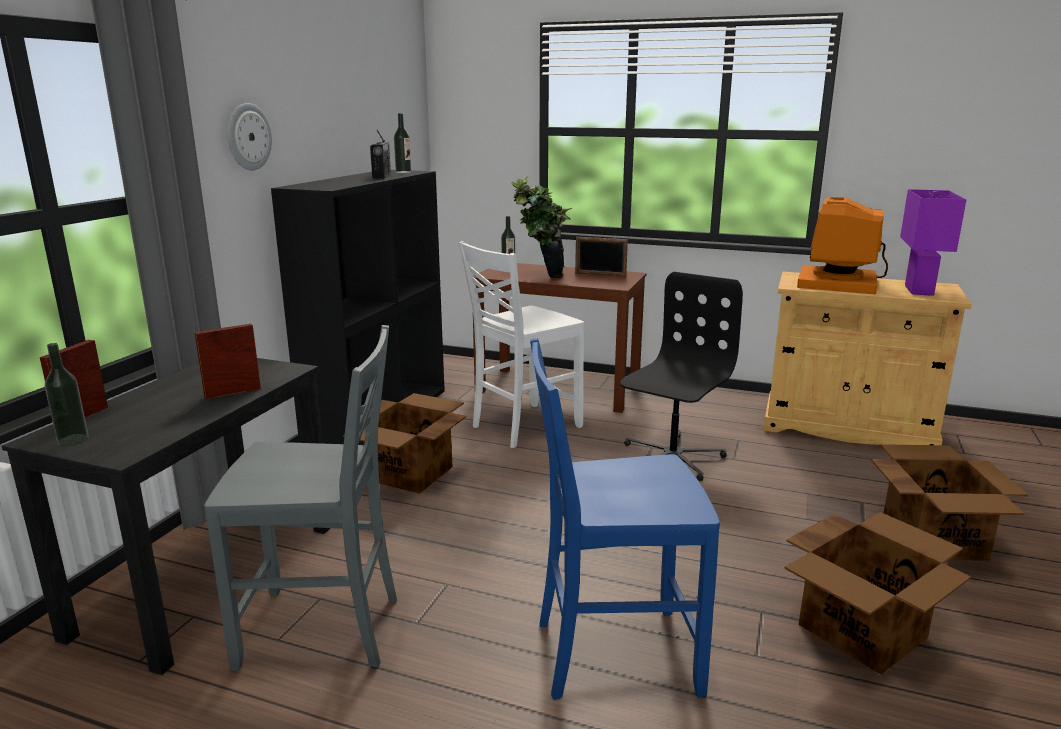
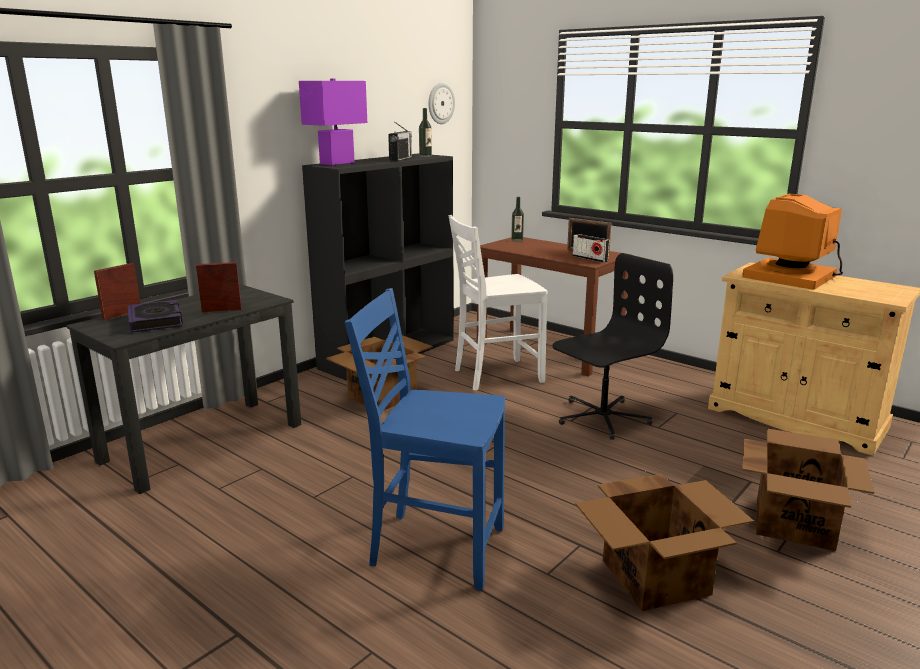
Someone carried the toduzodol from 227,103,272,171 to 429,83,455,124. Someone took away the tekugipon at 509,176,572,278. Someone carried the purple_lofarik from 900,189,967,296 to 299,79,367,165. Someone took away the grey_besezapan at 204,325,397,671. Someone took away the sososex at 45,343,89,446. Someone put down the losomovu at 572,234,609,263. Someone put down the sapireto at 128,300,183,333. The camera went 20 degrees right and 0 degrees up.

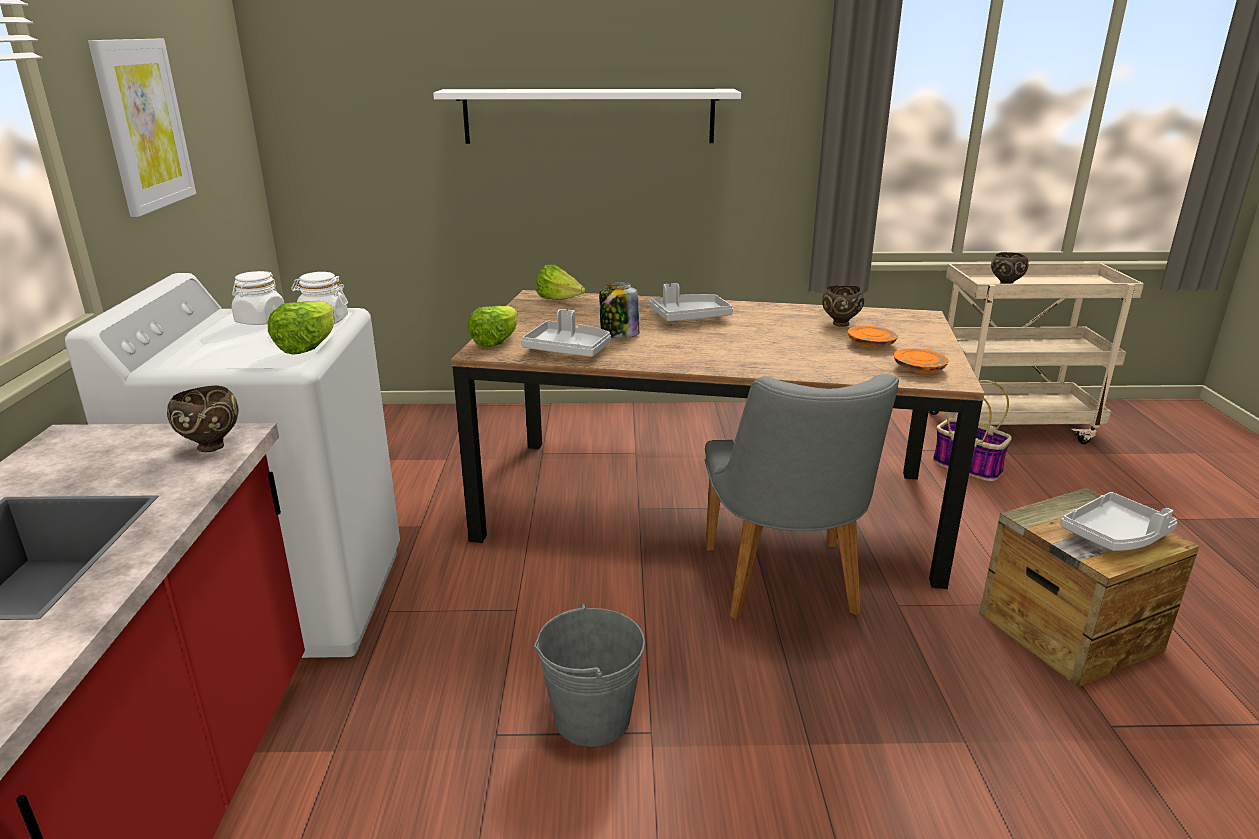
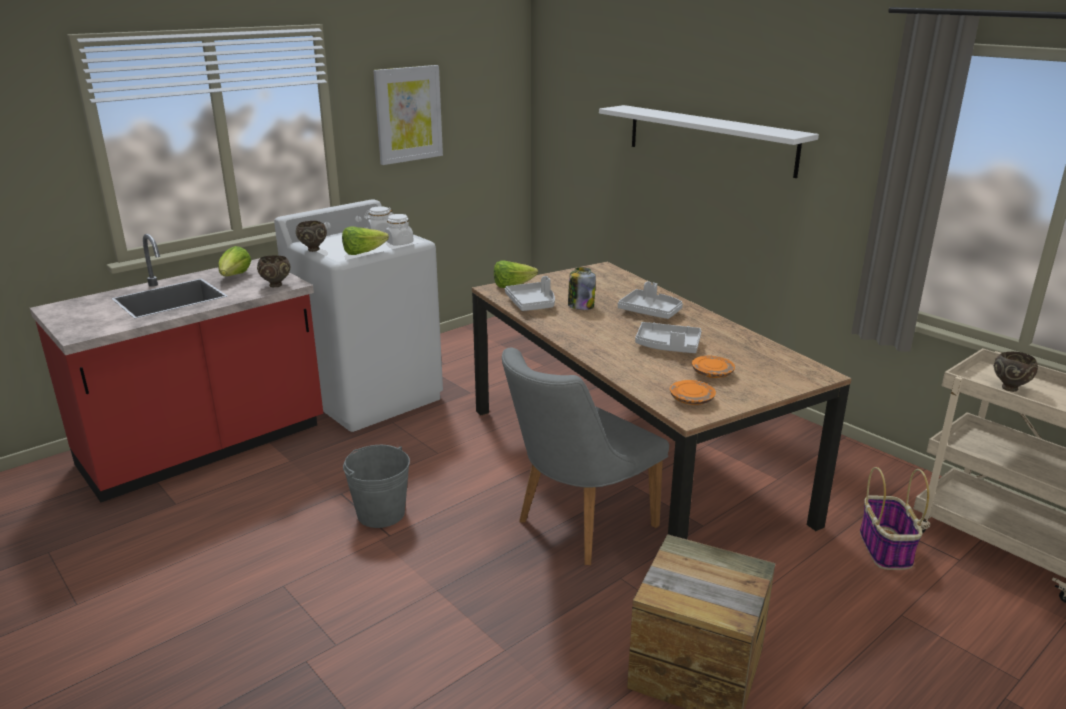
Someone carried the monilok from 536,265,586,300 to 219,246,251,276. Someone carried the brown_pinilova from 822,286,864,327 to 296,221,327,252. Someone carried the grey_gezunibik from 1060,492,1177,551 to 635,322,702,353. The camera went 50 degrees right and 0 degrees up.

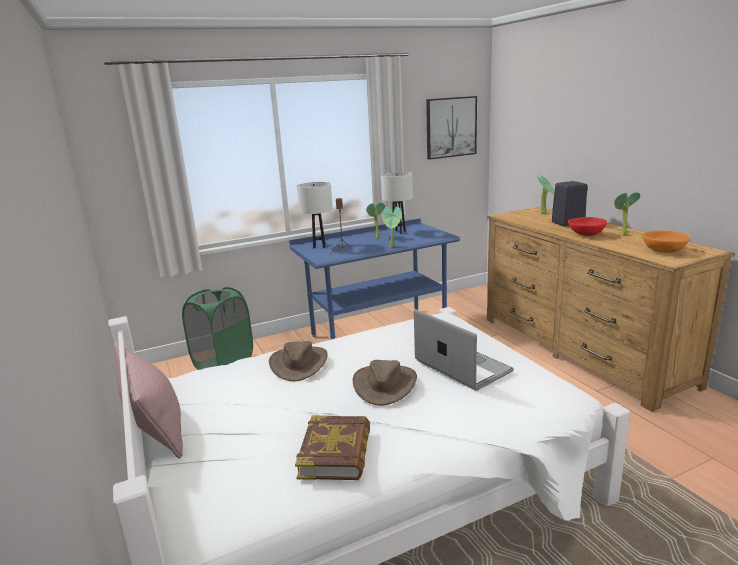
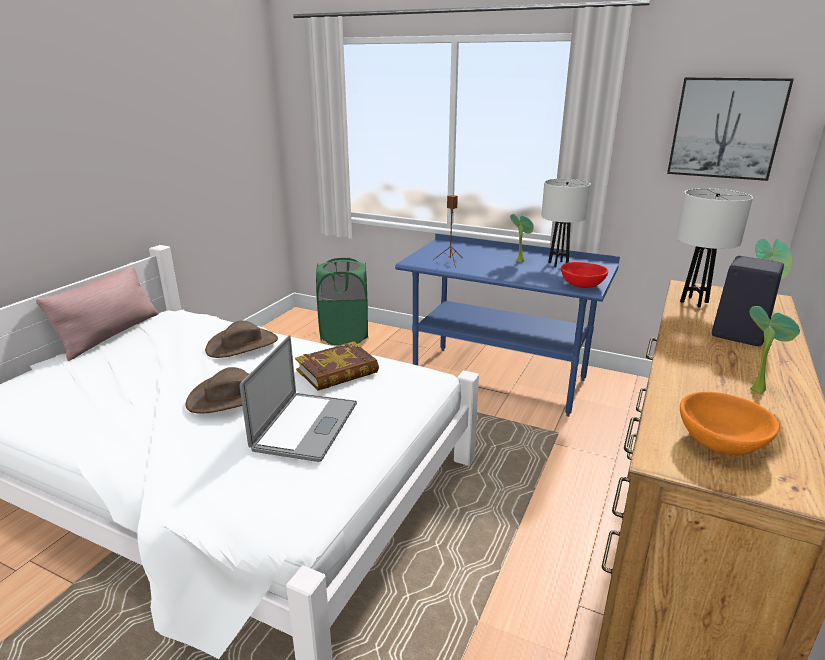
Someone carried the white_lofarik from 297,182,333,248 to 676,188,753,308. Someone took away the tekugipon at 382,207,402,248. Someone carried the red_pinilova from 568,217,607,236 to 561,262,608,288. Someone carried the sapireto from 295,415,370,480 to 295,342,379,391. The camera went 50 degrees right and 5 degrees up.

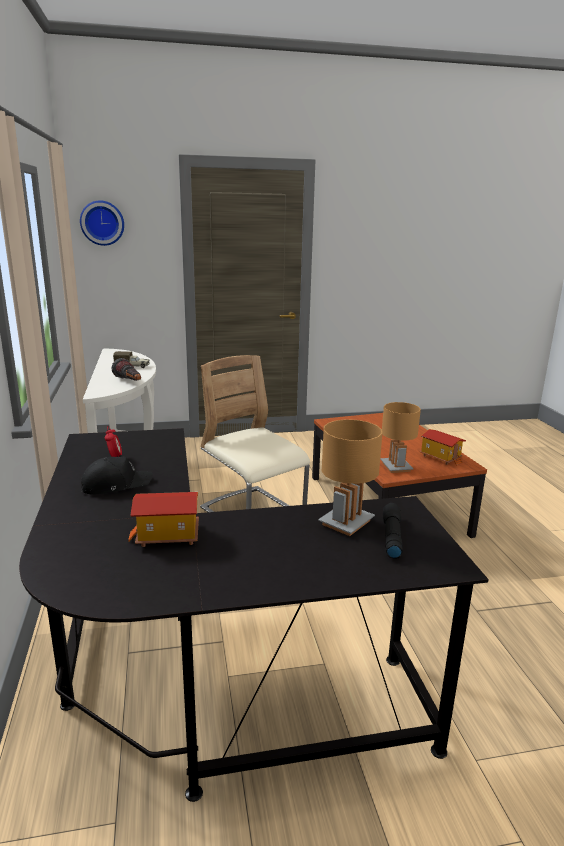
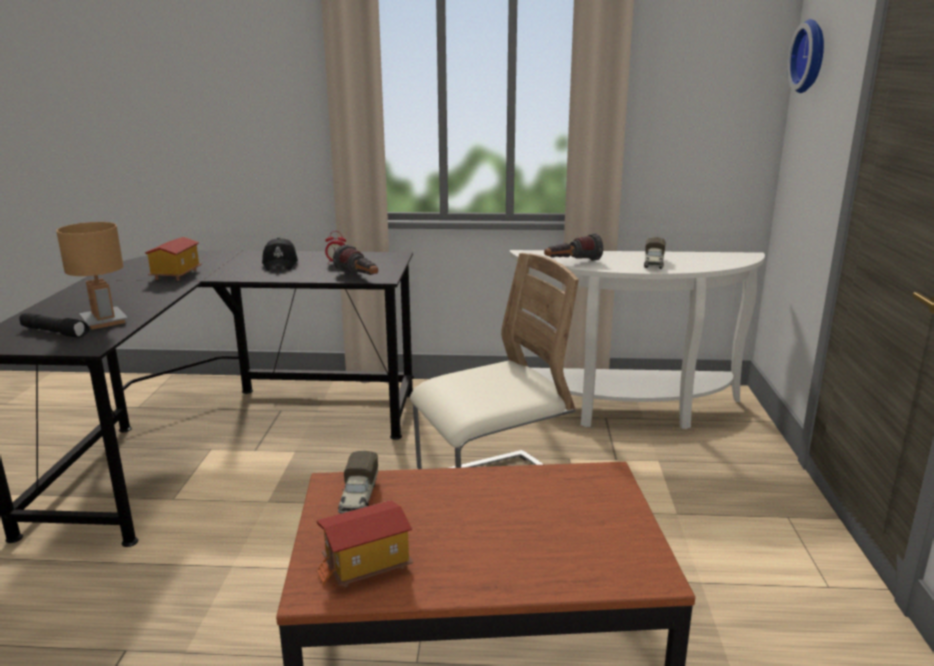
Someone swapped the brown_lofarik at 380,402,421,473 for the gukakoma at 338,451,378,513. Someone put down the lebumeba at 333,245,378,275. The camera went 105 degrees right and 0 degrees up.

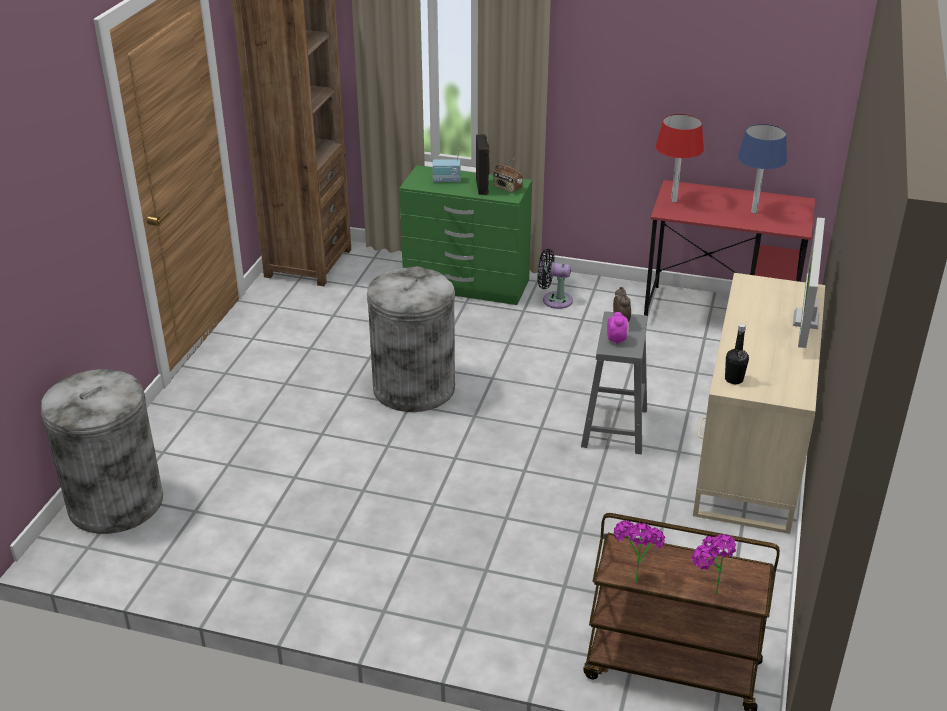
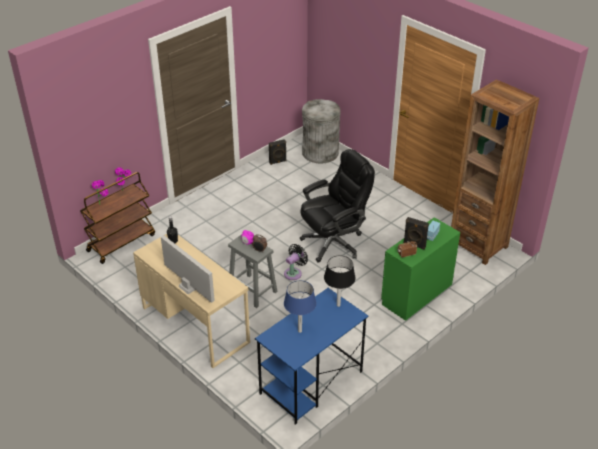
Someone repainted the red_lofarik at 655,114,704,202, which became the black_lofarik at 324,256,356,307. Someone repainted the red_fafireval at 644,180,815,316, which became the blue_fafireval at 255,288,368,425. Someone carried the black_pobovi from 538,249,573,309 to 284,244,308,280. Someone swapped the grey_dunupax at 367,266,455,412 for the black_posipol at 300,149,375,263. Someone put down the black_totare at 269,139,287,165. The camera went 120 degrees right and 5 degrees up.

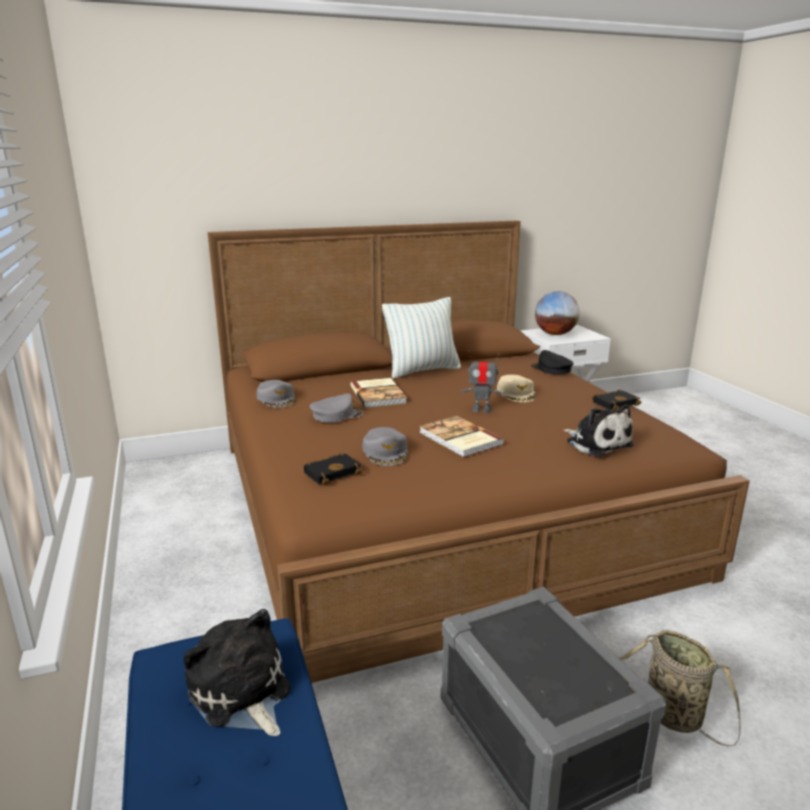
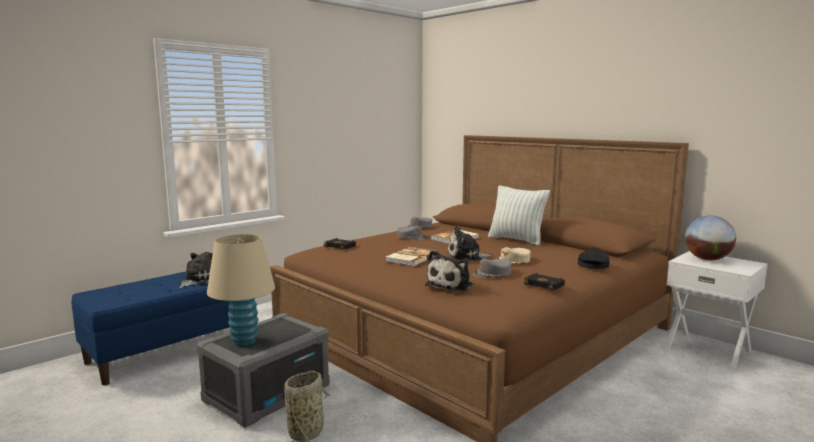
Someone swapped the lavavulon at 460,350,505,413 for the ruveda at 447,226,493,261. Someone carried the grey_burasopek from 362,427,408,466 to 473,259,512,279. Someone put down the beige_lofarik at 207,234,275,346. The camera went 65 degrees right and 10 degrees down.

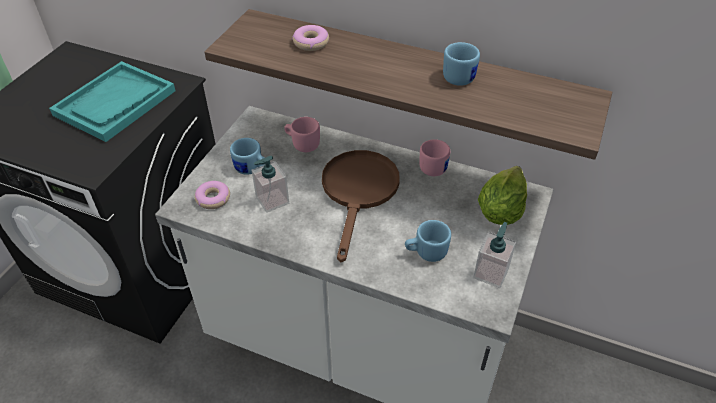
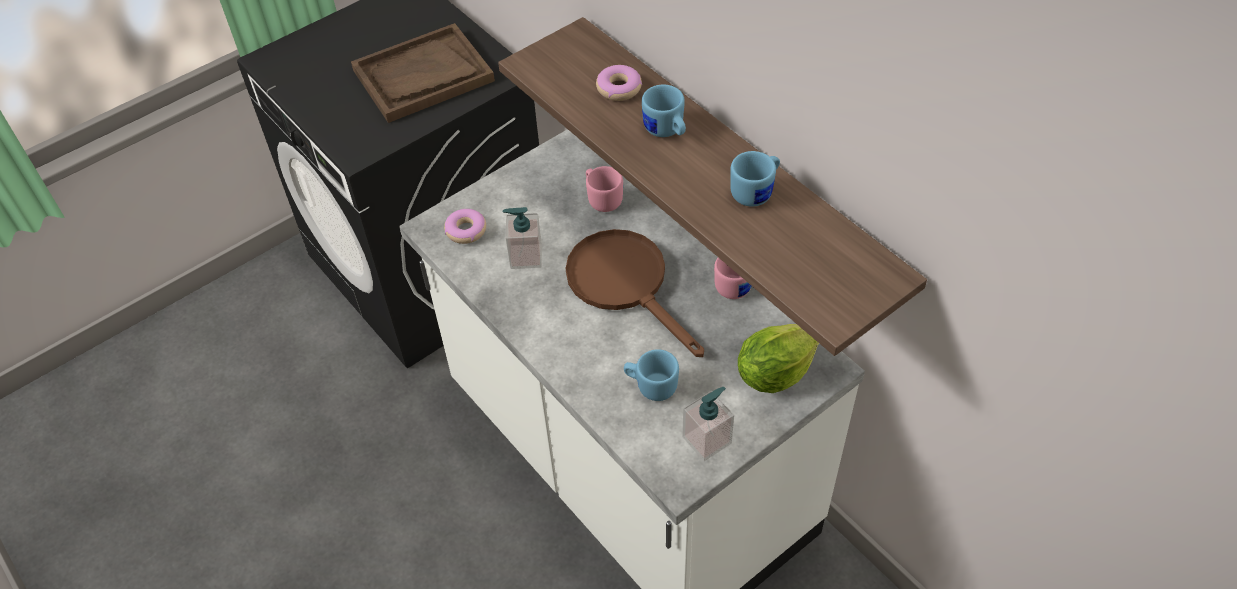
Someone repainted the turquoise_gezunibik at 49,61,175,142, which became the brown_gezunibik at 351,23,495,123. Someone carried the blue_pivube from 230,138,265,175 to 642,84,686,137. Someone rotated the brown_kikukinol at 322,150,400,263 by 75 degrees counterclockwise. The camera went 30 degrees right and 5 degrees up.

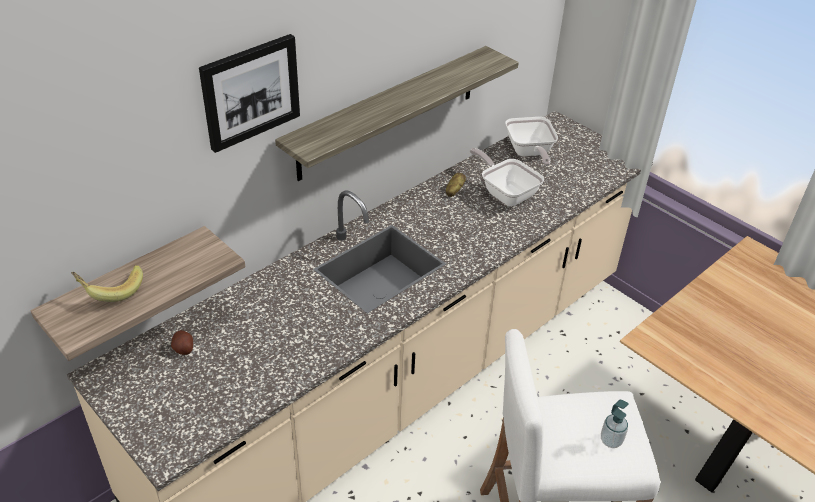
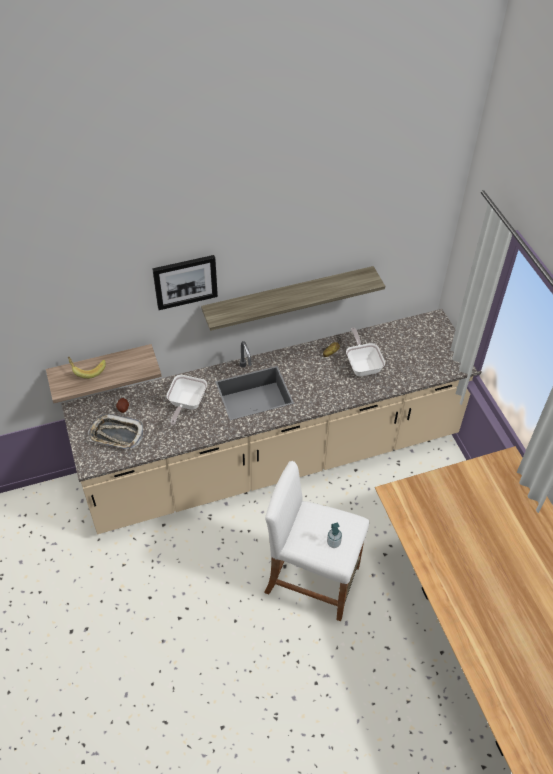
Someone carried the kikukinol from 505,117,558,166 to 166,375,207,425. Someone put down the gezunibik at 88,414,143,449. The camera went 25 degrees right and 10 degrees up.

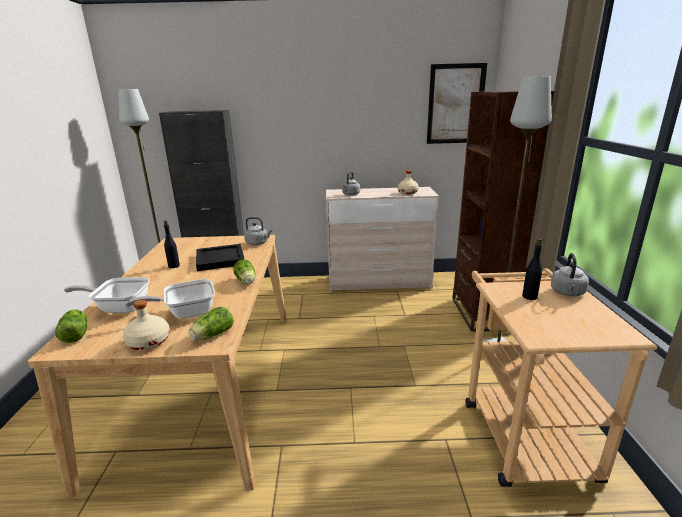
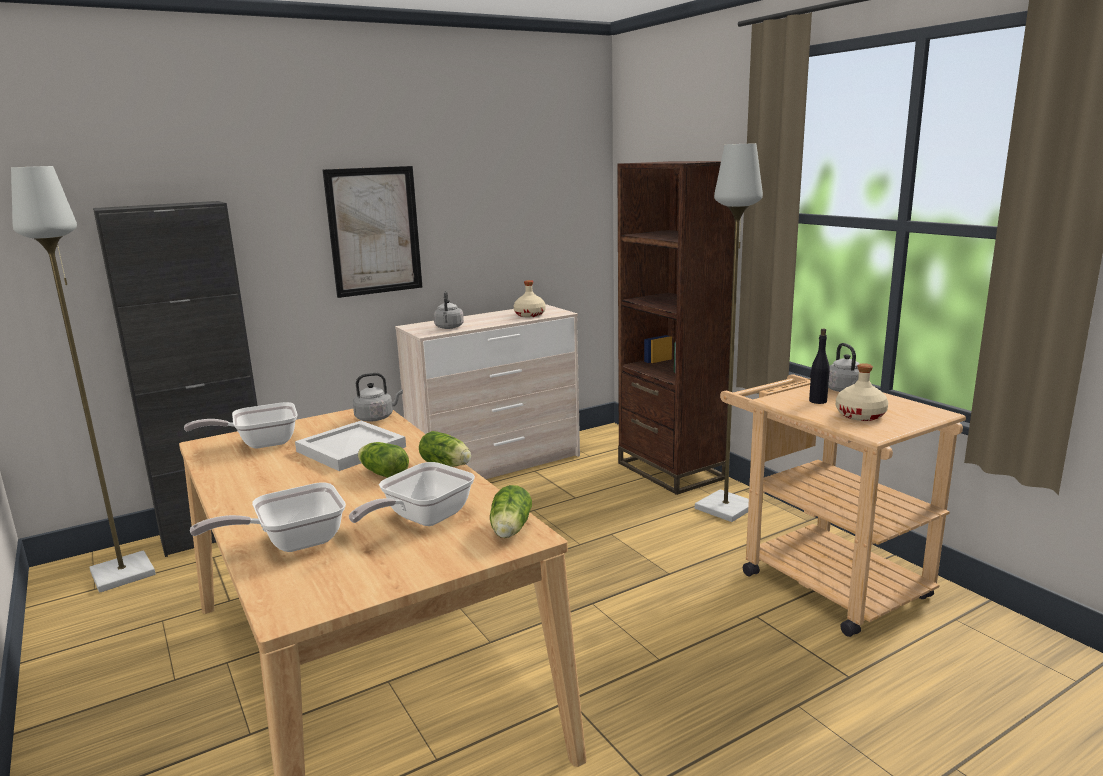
Someone carried the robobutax from 427,63,487,144 to 322,166,422,298. Someone took away the black_sososex at 164,221,180,268. Someone repainted the black_gezunibik at 196,244,244,271, which became the white_gezunibik at 295,421,406,471. Someone carried the beige_sososex from 123,300,170,350 to 836,363,888,421. Someone carried the monilok from 55,309,87,343 to 358,442,409,478. Someone put down the kikukinol at 184,402,298,448. The camera went 30 degrees left and 5 degrees down.

